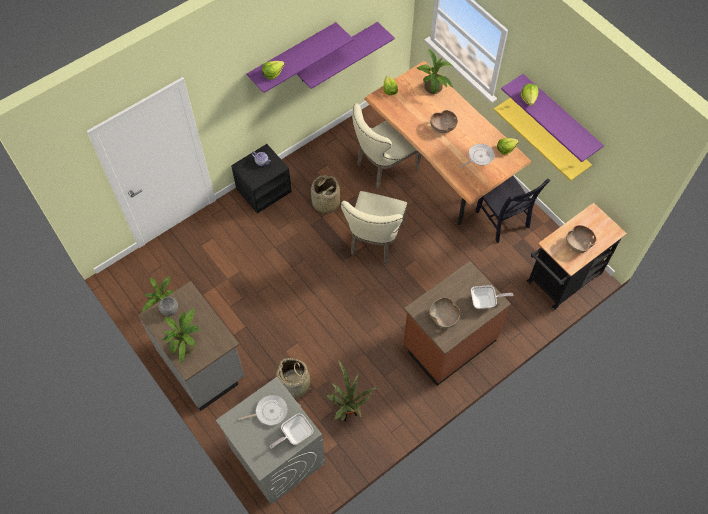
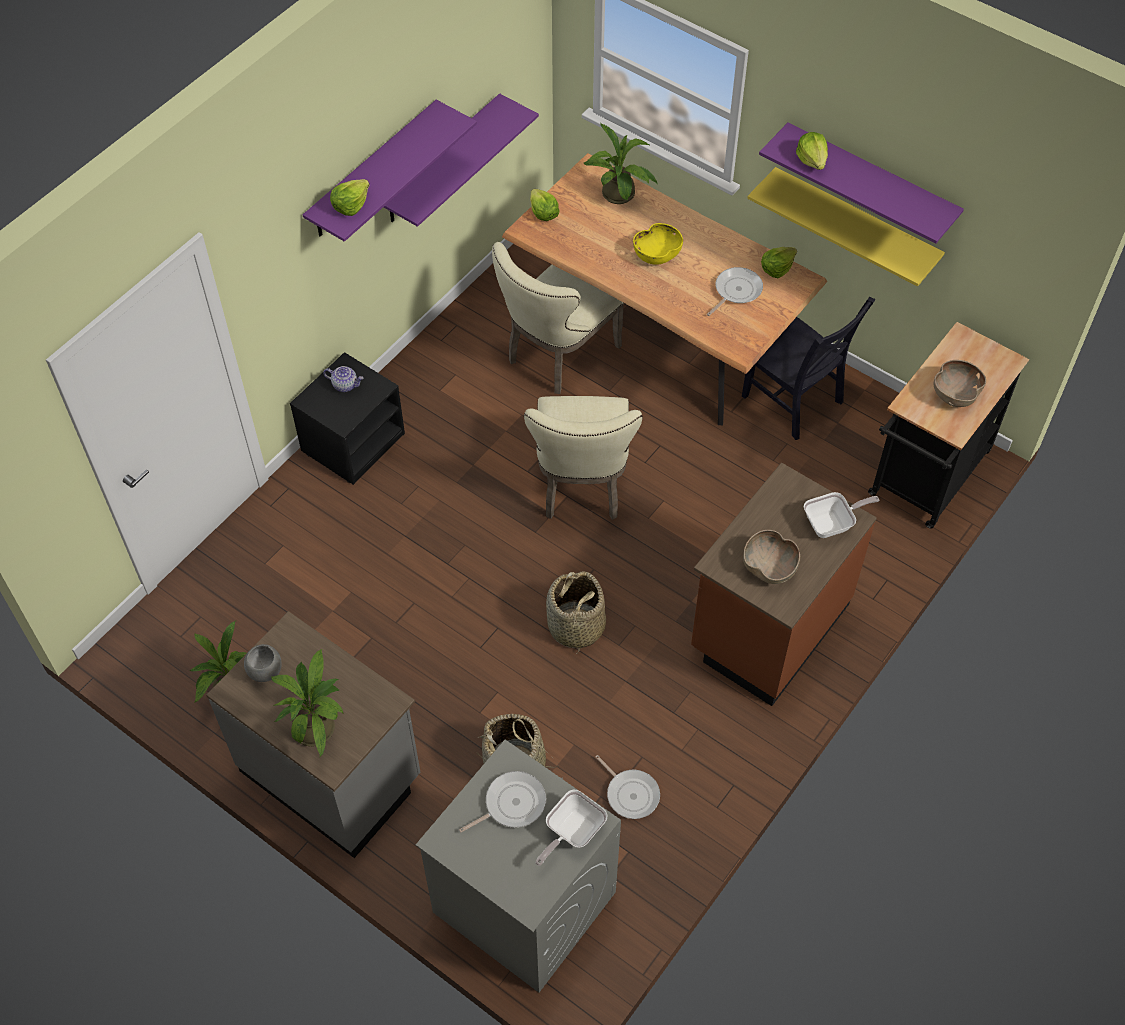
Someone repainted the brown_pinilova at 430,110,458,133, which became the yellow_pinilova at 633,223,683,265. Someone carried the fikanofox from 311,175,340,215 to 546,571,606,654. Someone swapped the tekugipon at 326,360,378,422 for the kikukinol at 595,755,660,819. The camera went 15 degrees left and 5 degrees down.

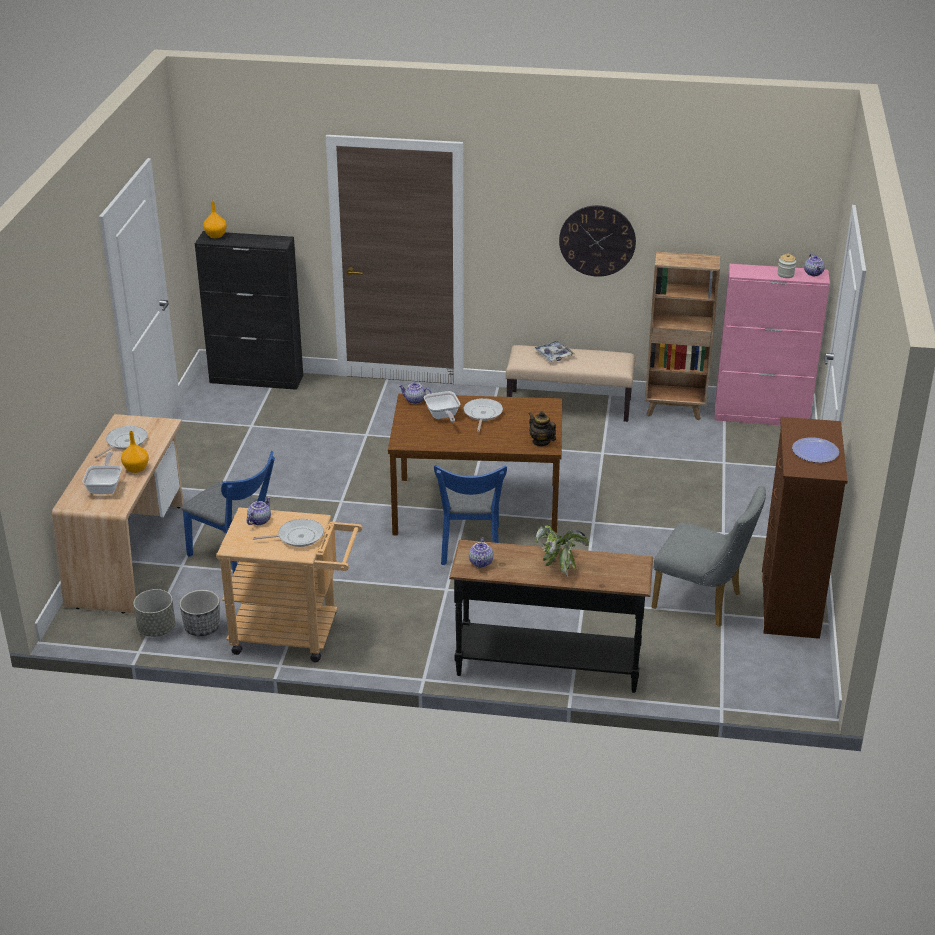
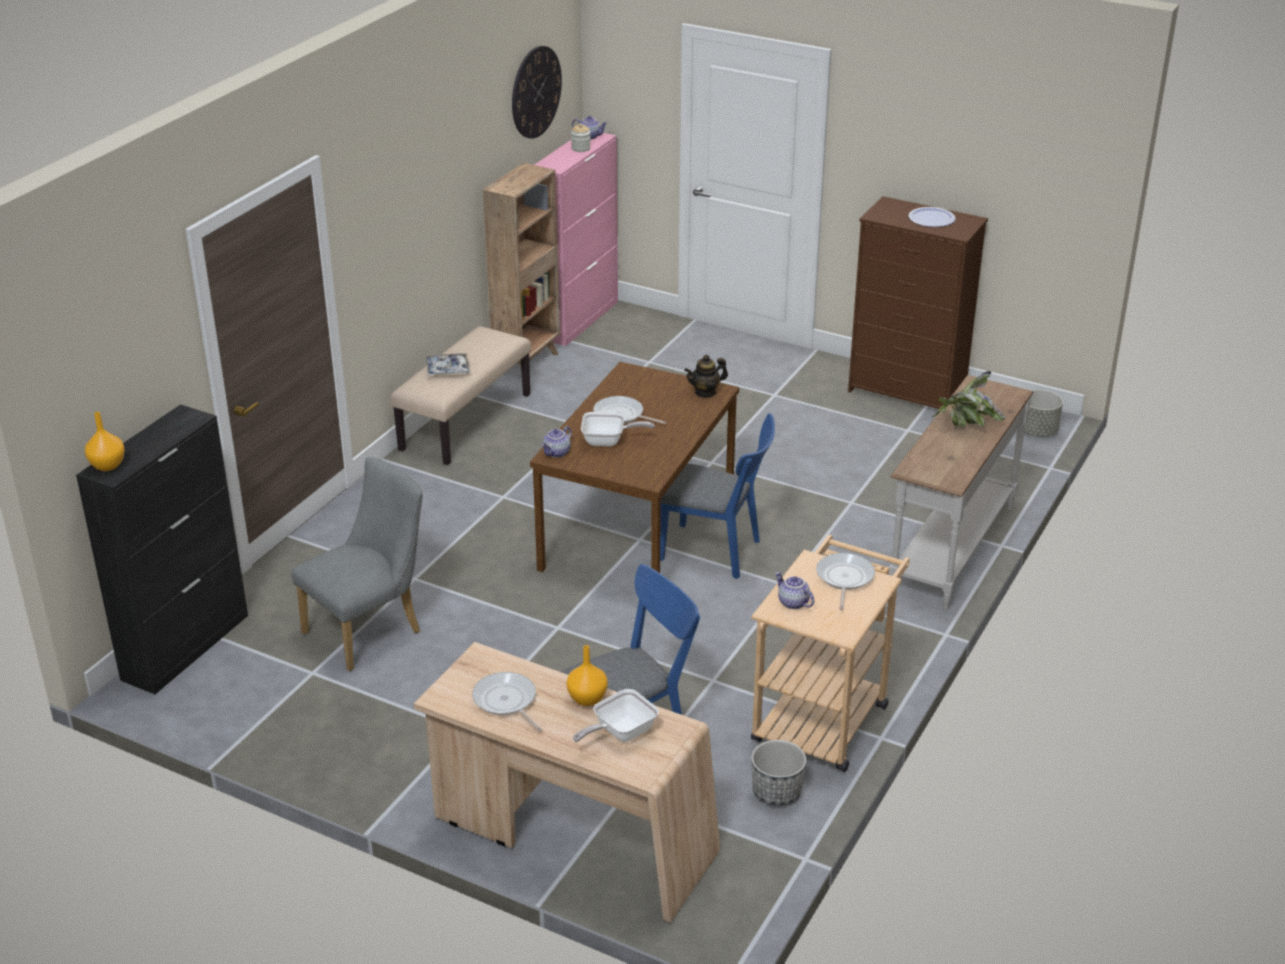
Someone carried the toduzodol from 559,205,636,277 to 512,46,562,139. Someone rotated the kikukinol at 83,452,122,494 by 60 degrees counterclockwise. Someone carried the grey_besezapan from 651,485,766,627 to 292,457,423,671. Someone took away the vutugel at 469,537,493,568. Someone repainted the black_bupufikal at 449,540,653,693, which became the white_bupufikal at 889,375,1033,610. Someone carried the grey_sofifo from 134,589,175,637 to 1024,390,1063,437. The camera went 70 degrees left and 0 degrees up.

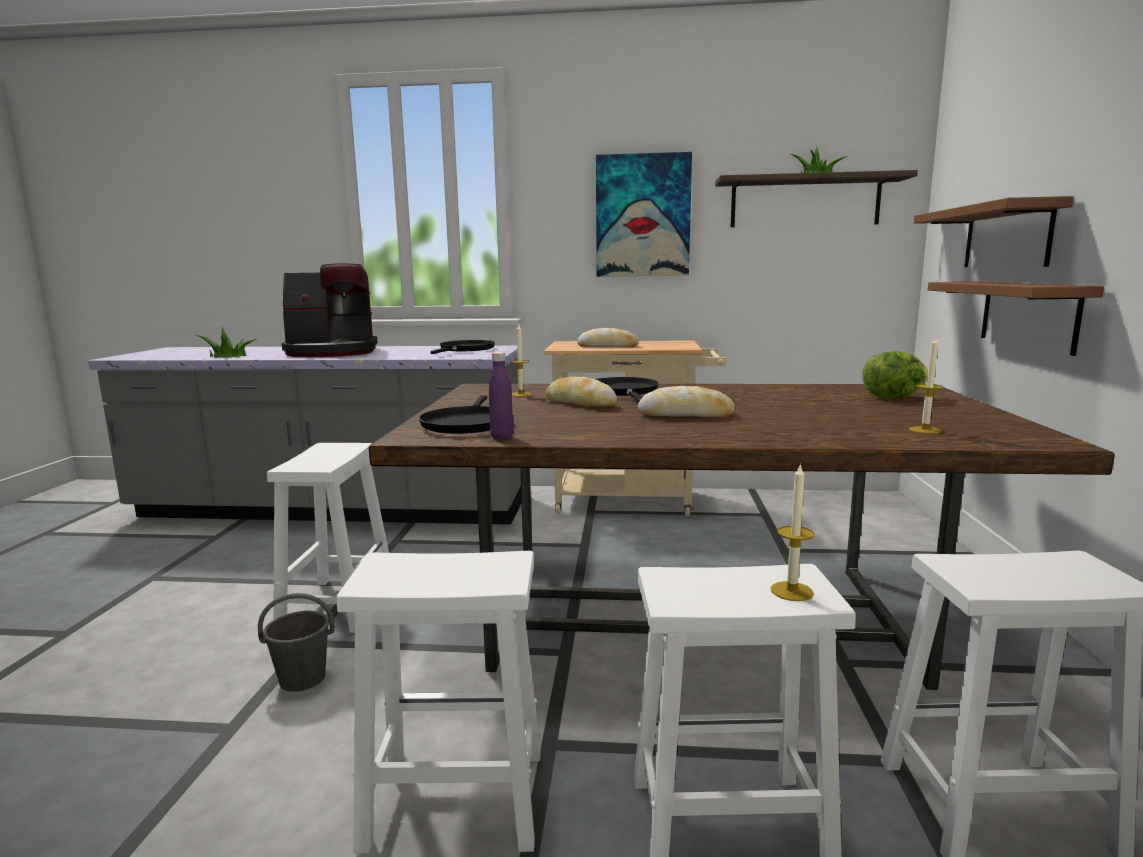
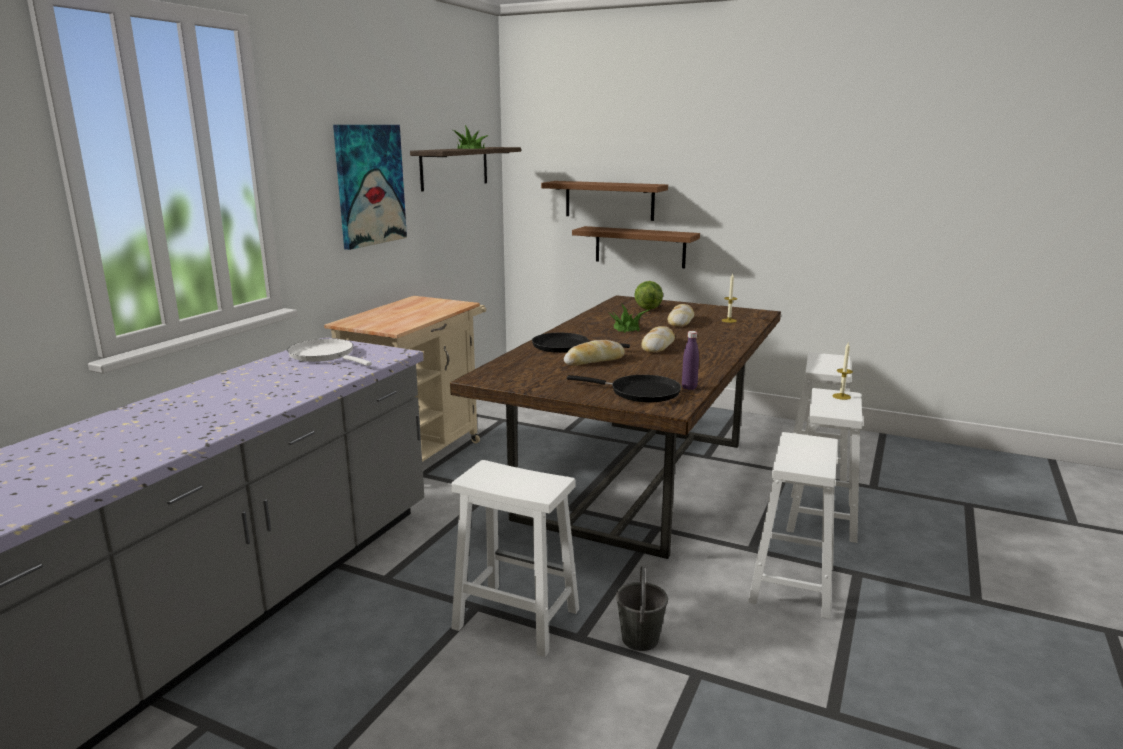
Someone took away the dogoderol at 281,263,378,357. Someone took away the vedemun at 511,324,532,397. Someone carried the tekugipon from 196,327,257,358 to 609,303,649,333. Someone carried the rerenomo from 577,328,639,347 to 668,304,694,327. Someone repainted the black_kikukinol at 430,340,495,354, which became the white_kikukinol at 287,339,372,366. The camera went 70 degrees left and 5 degrees up.

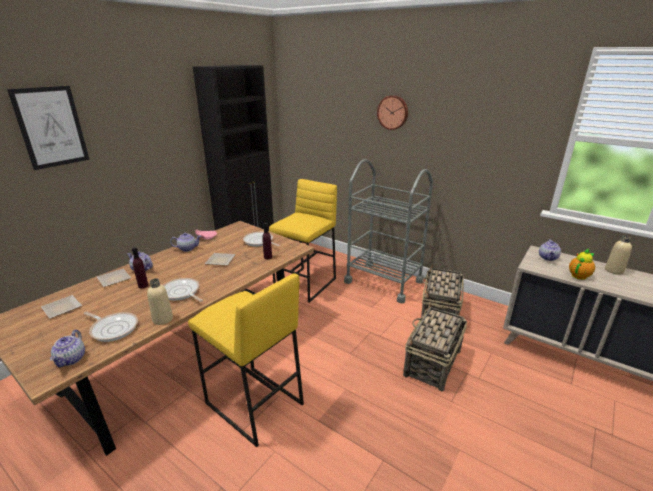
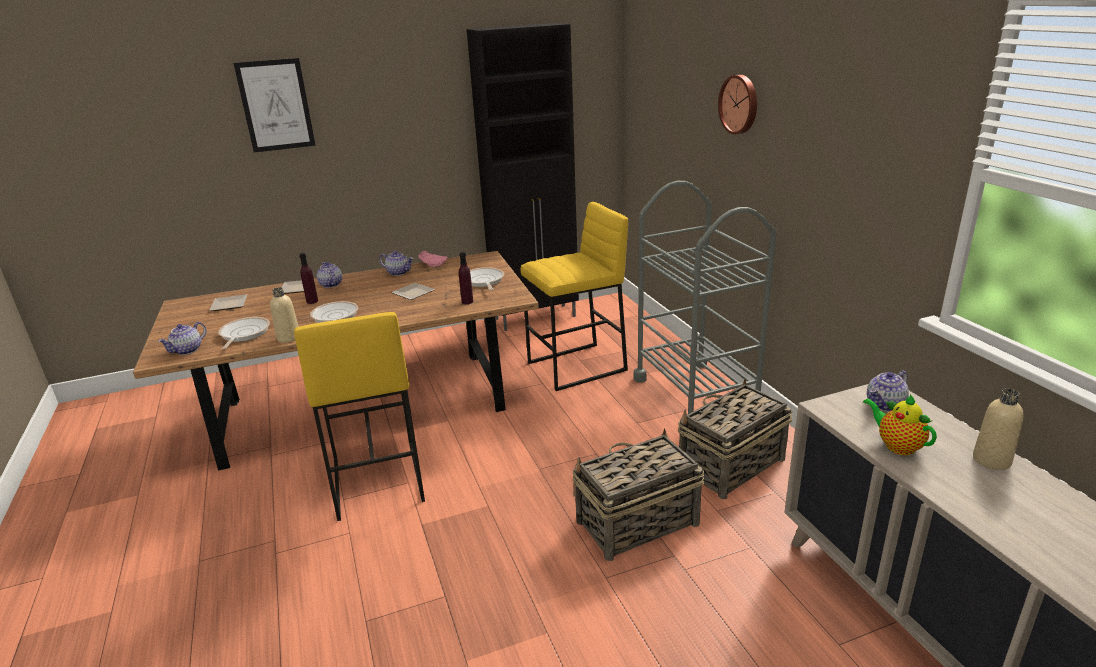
Someone rotated the vutugel at 569,248,595,280 by 120 degrees counterclockwise. Someone rotated the kikukinol at 83,311,138,342 by 150 degrees counterclockwise. The camera went 35 degrees right and 0 degrees up.

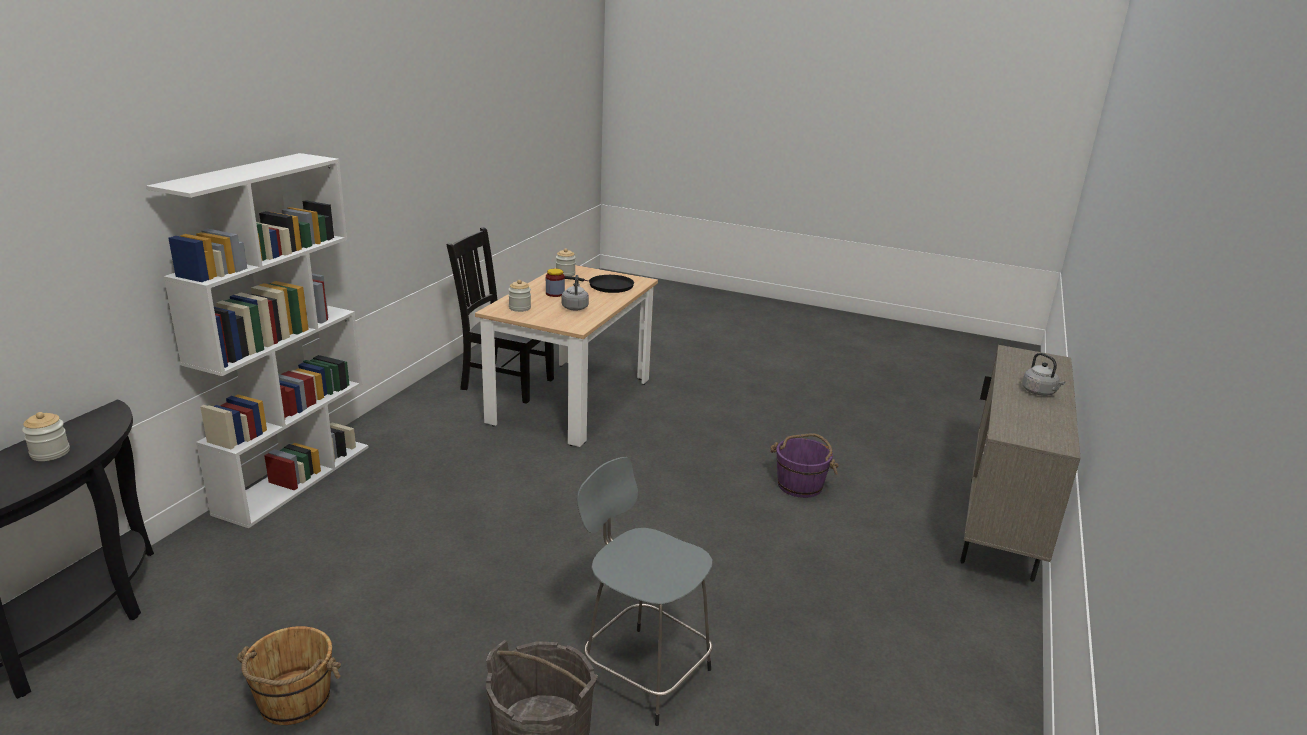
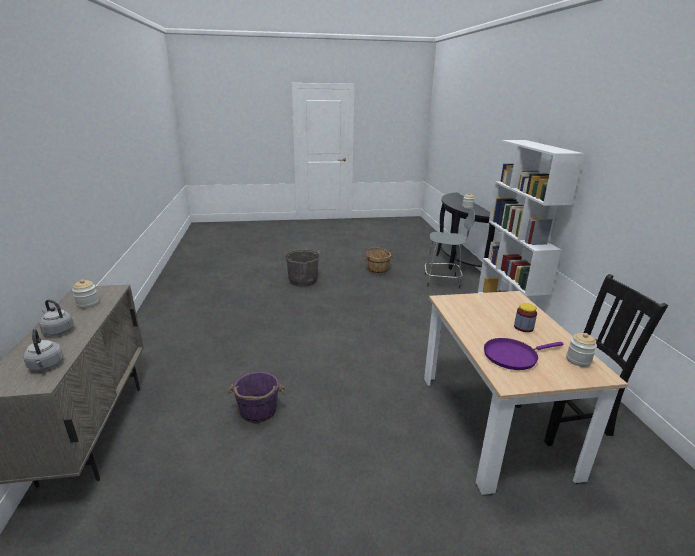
Someone carried the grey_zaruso from 562,275,589,310 to 23,329,63,371. Someone repainted the black_kikukinol at 565,275,634,293, which became the purple_kikukinol at 484,338,564,370. Someone carried the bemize from 508,280,531,312 to 72,279,99,309. Someone carried the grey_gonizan from 577,457,713,726 to 425,209,475,289. The camera went 150 degrees right and 0 degrees up.

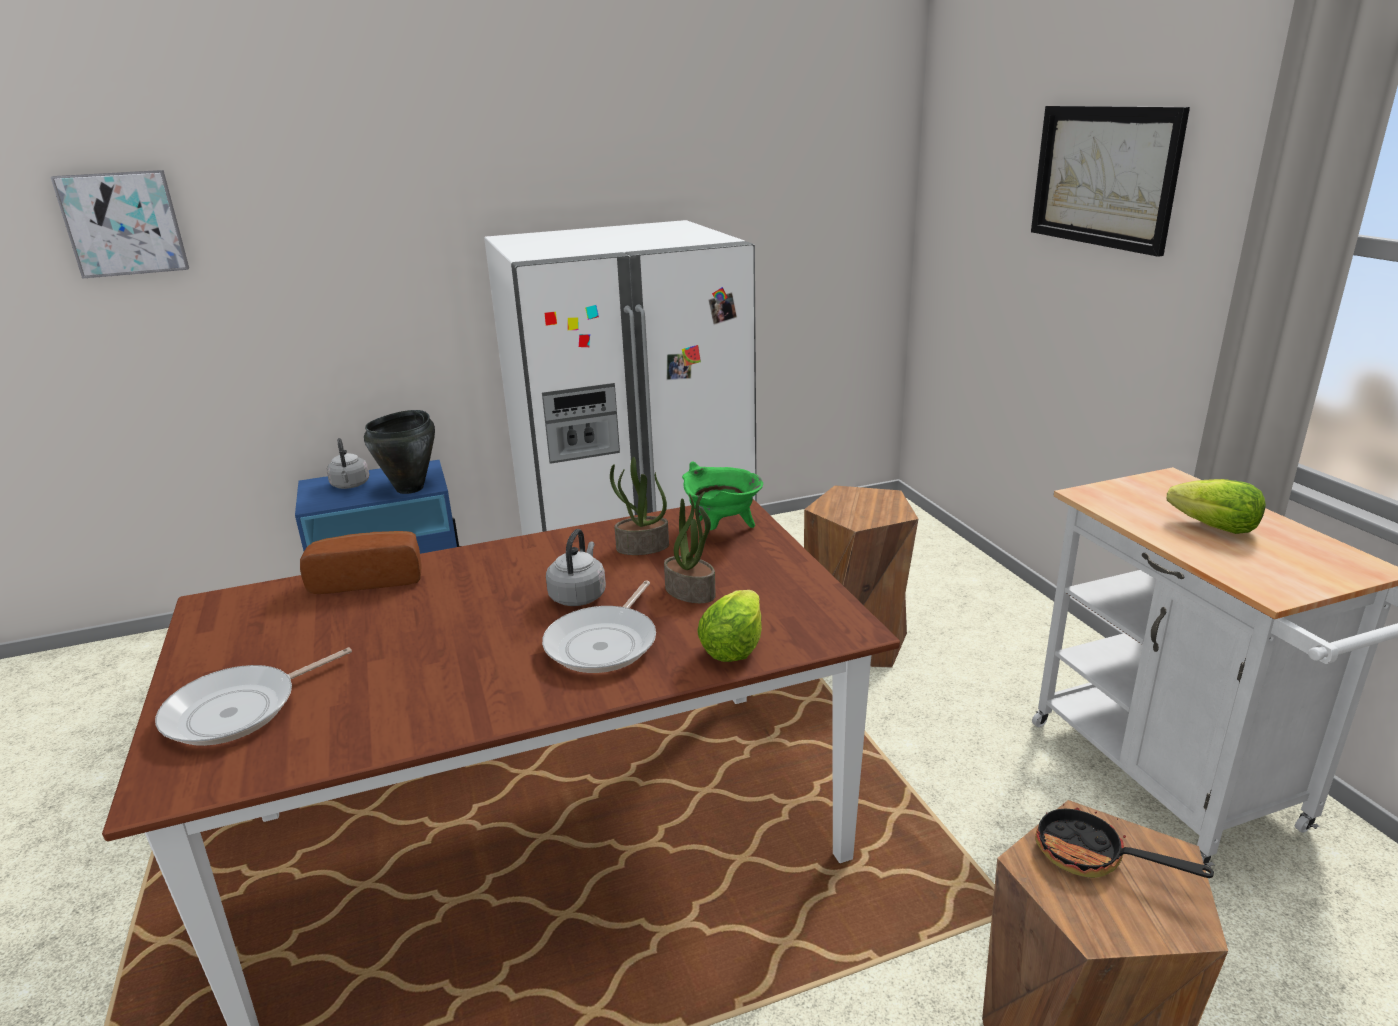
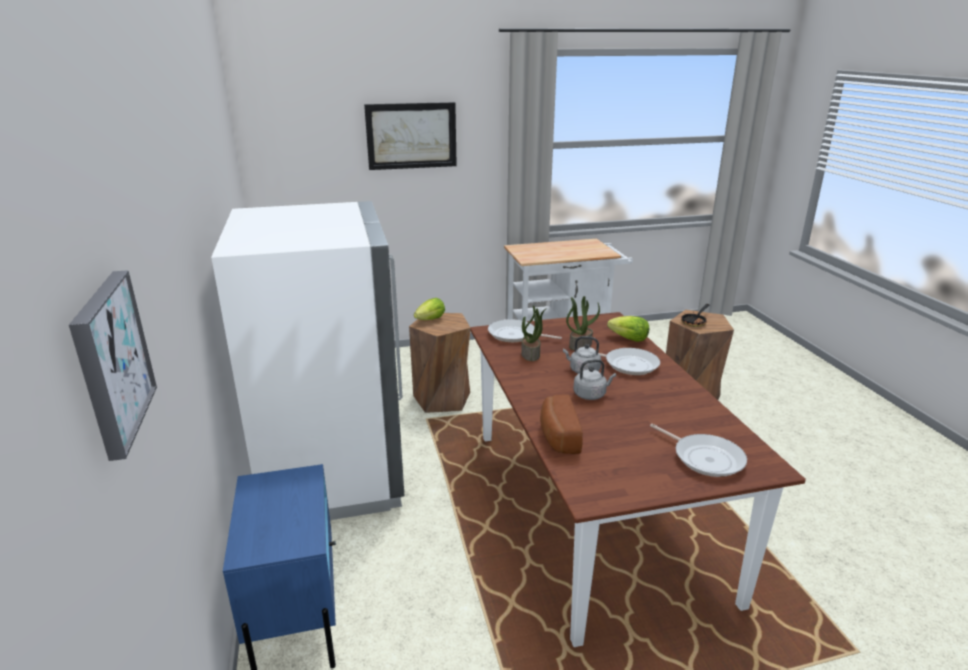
Someone took away the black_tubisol at 364,410,435,494. Someone carried the grey_zaruso from 327,438,369,489 to 573,359,616,400. Someone swapped the green_tubisol at 682,461,763,530 for the kikukinol at 488,319,562,342. Someone carried the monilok from 1167,479,1266,534 to 414,298,445,320. The camera went 85 degrees left and 0 degrees up.

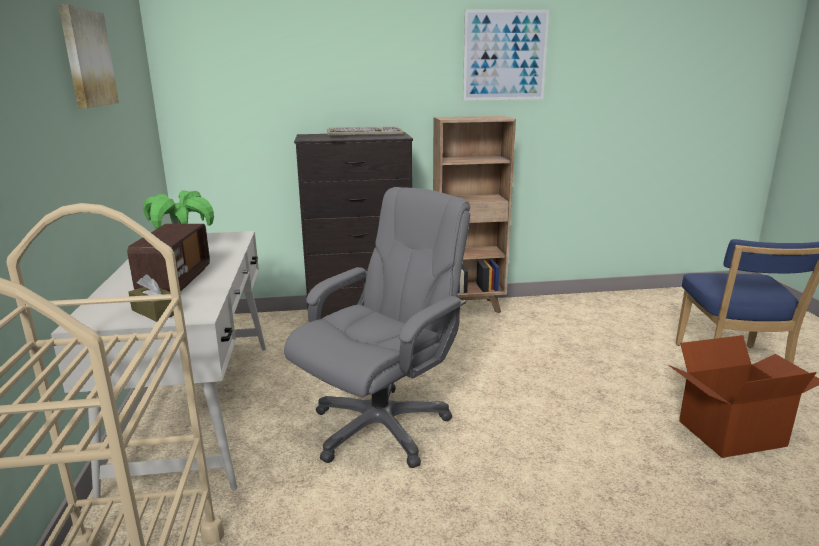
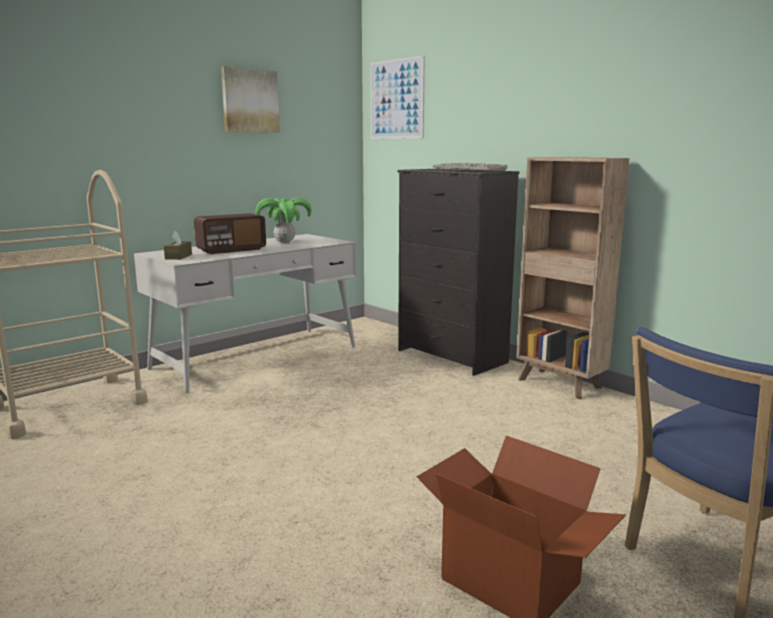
Someone carried the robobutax from 463,9,549,101 to 371,55,425,139. Someone took away the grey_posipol at 284,187,470,468. The camera went 55 degrees right and 5 degrees down.

